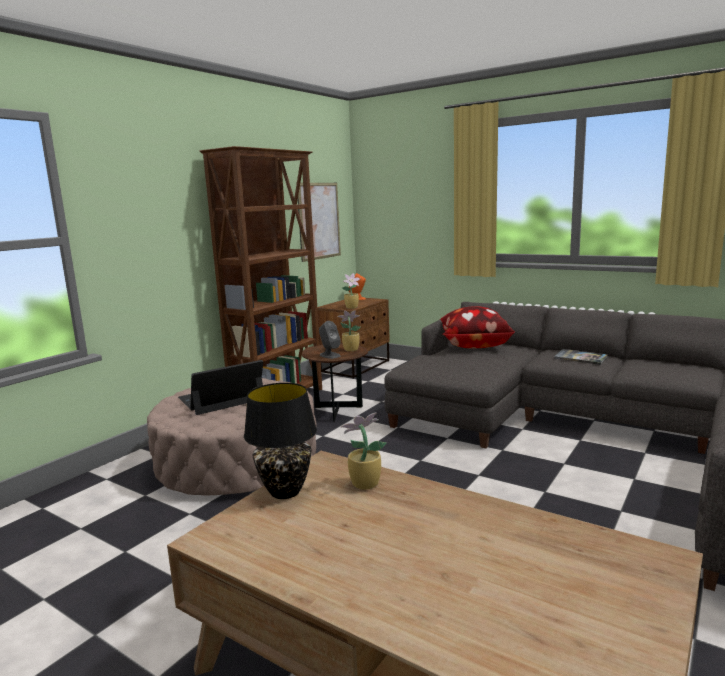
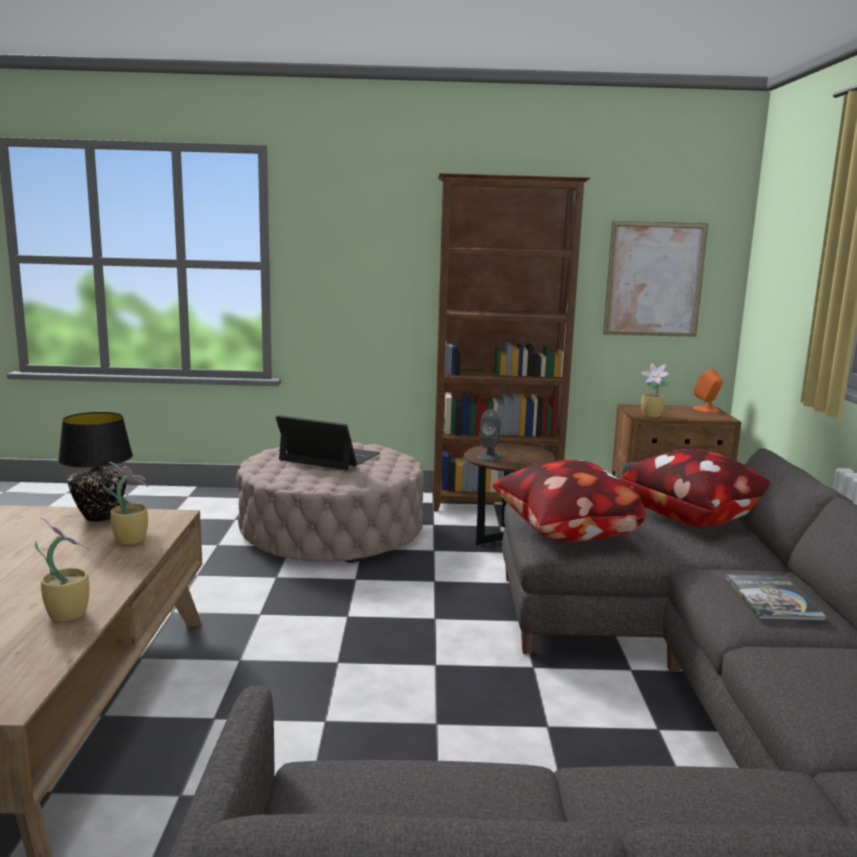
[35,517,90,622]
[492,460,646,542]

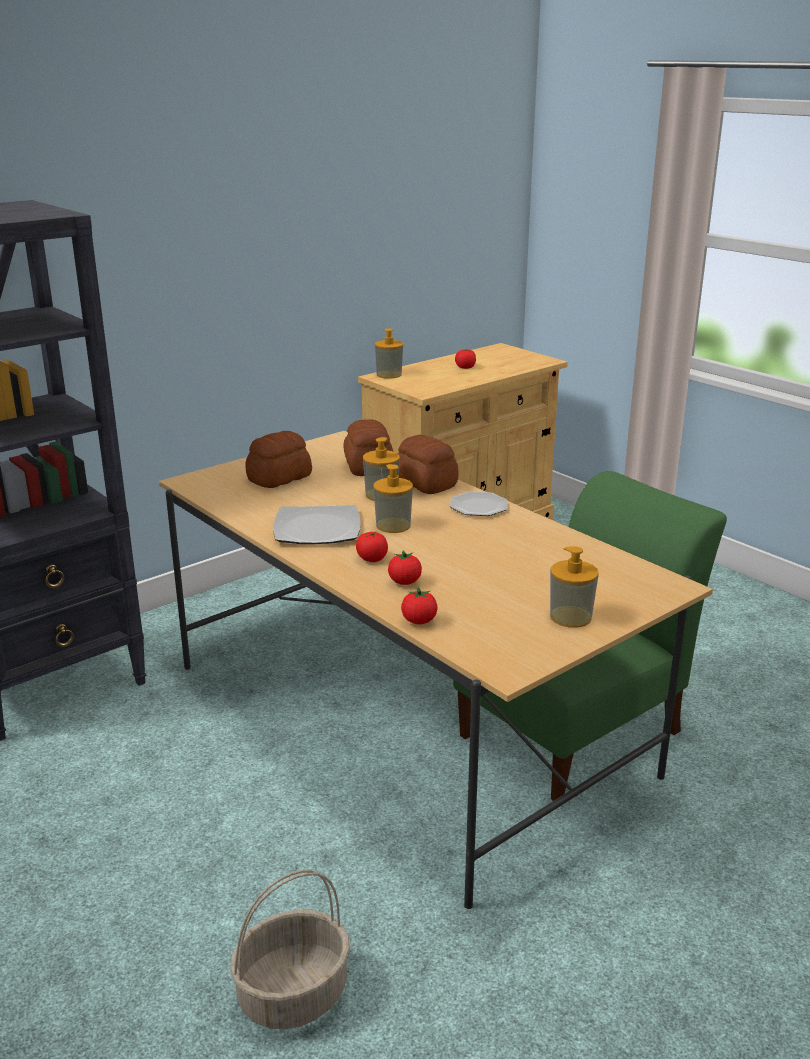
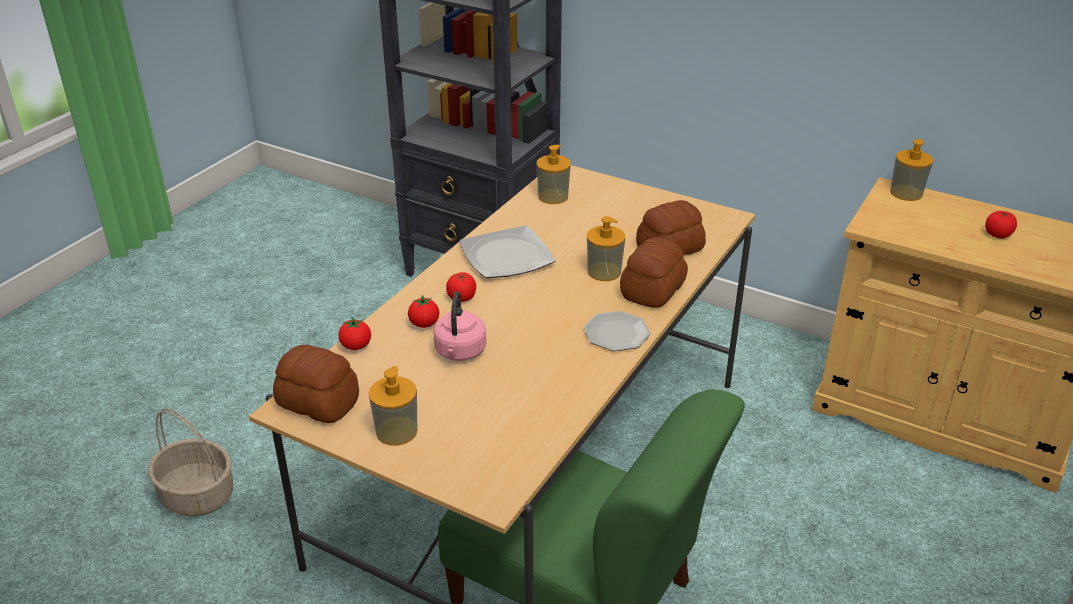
[273,345,359,423]
[536,145,571,204]
[433,291,486,361]

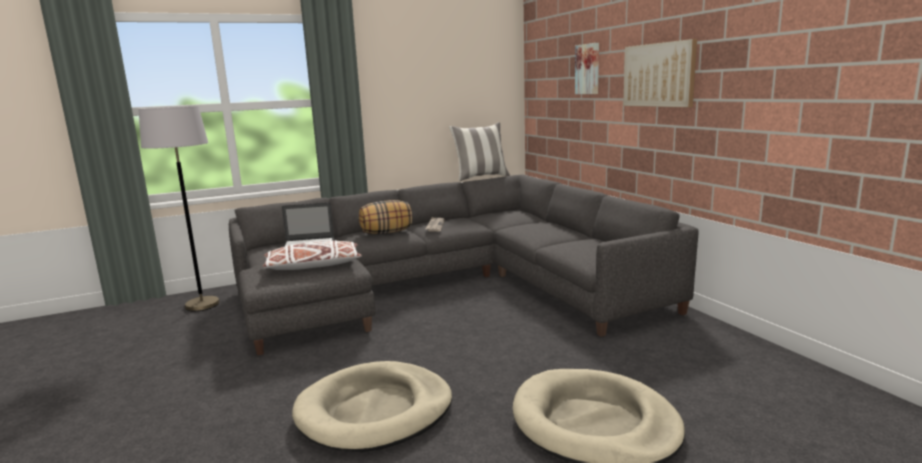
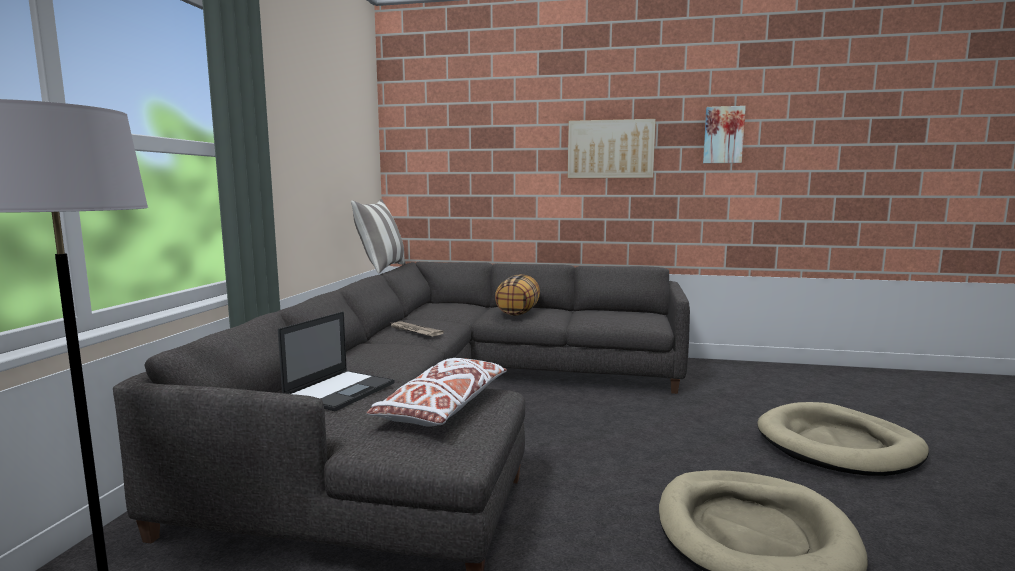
[703,106,746,163]
[495,274,540,316]

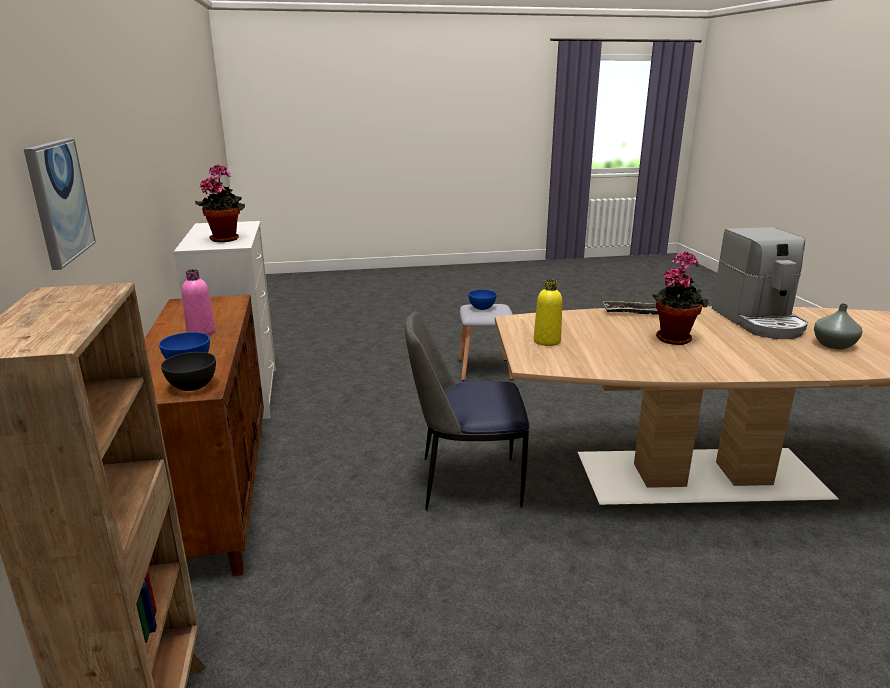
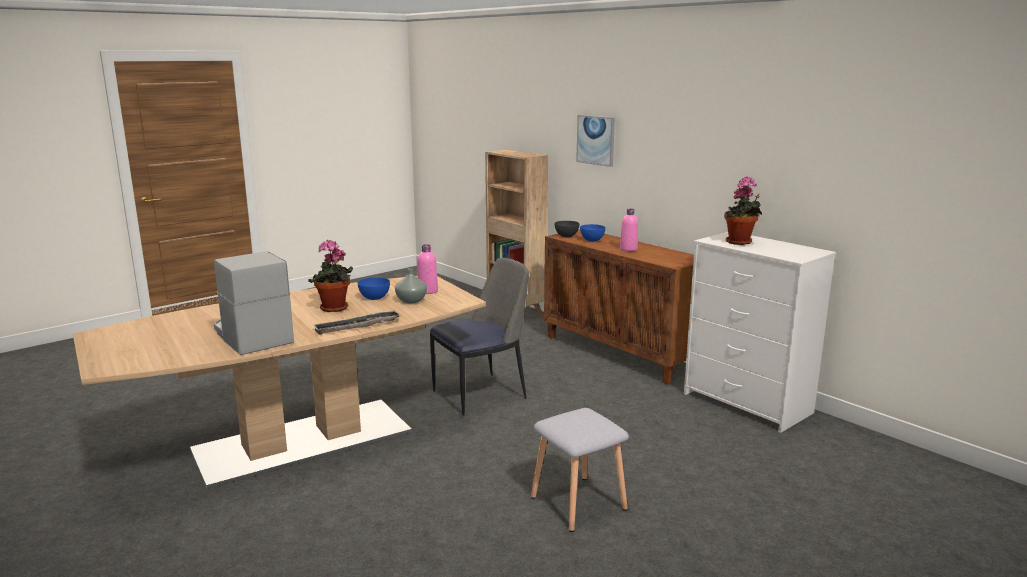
[417,244,438,294]
[358,277,390,300]
[395,268,427,303]

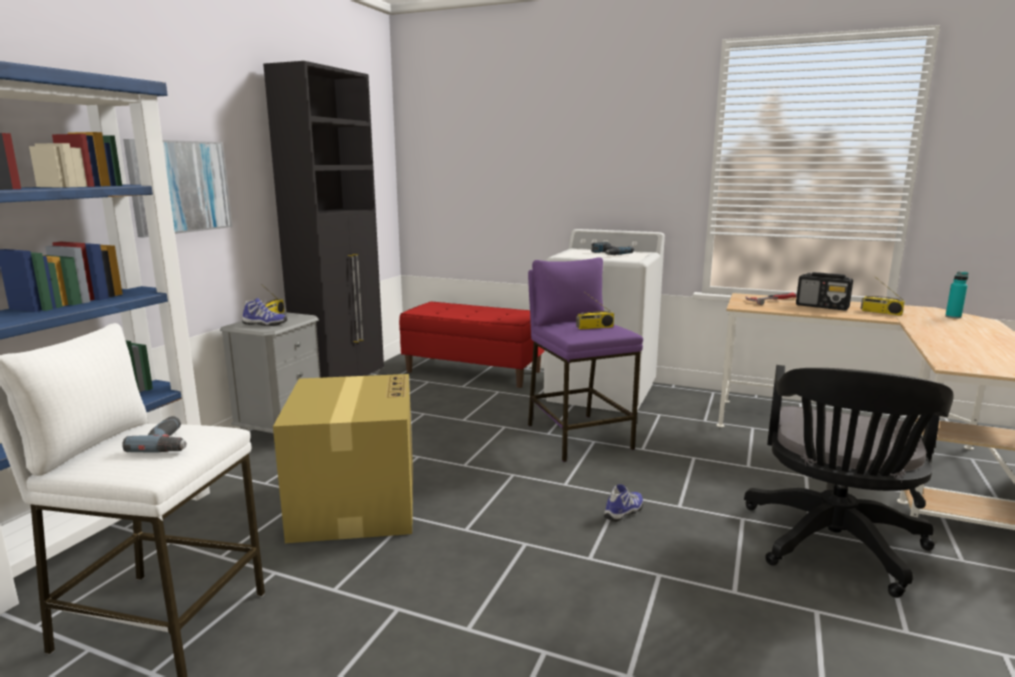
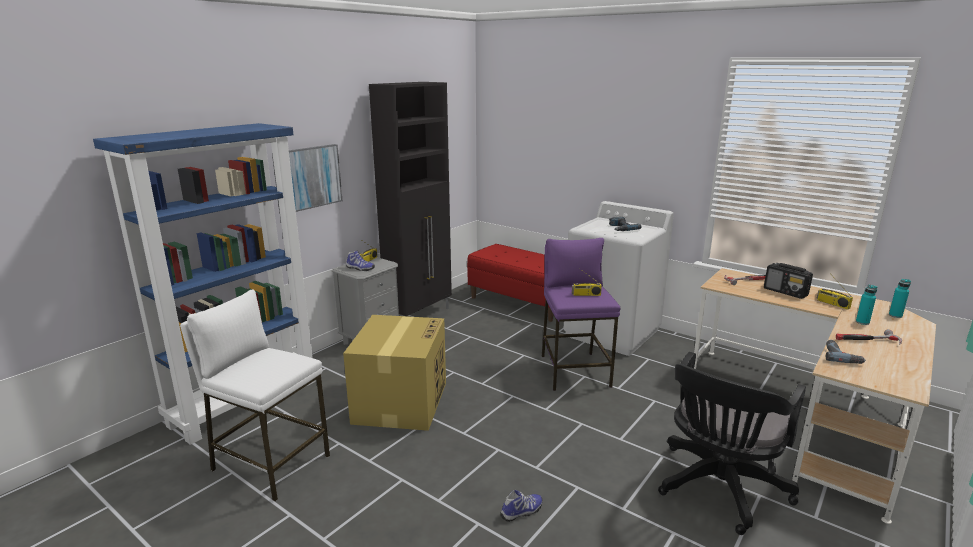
[826,340,866,364]
[500,490,543,522]
[856,285,877,325]
[836,329,902,344]

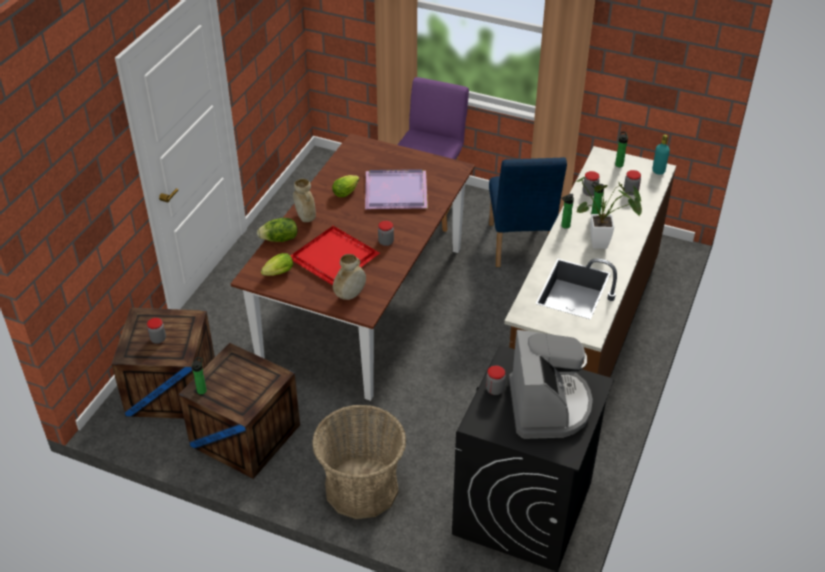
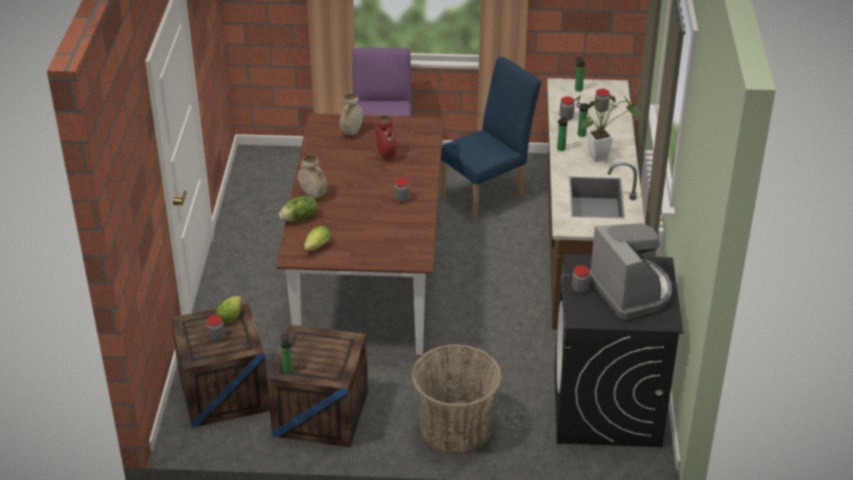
[653,134,670,175] (first image)
[440,57,542,222]
[376,116,396,158]
[217,296,242,323]
[290,226,380,285] (first image)
[339,93,363,135]

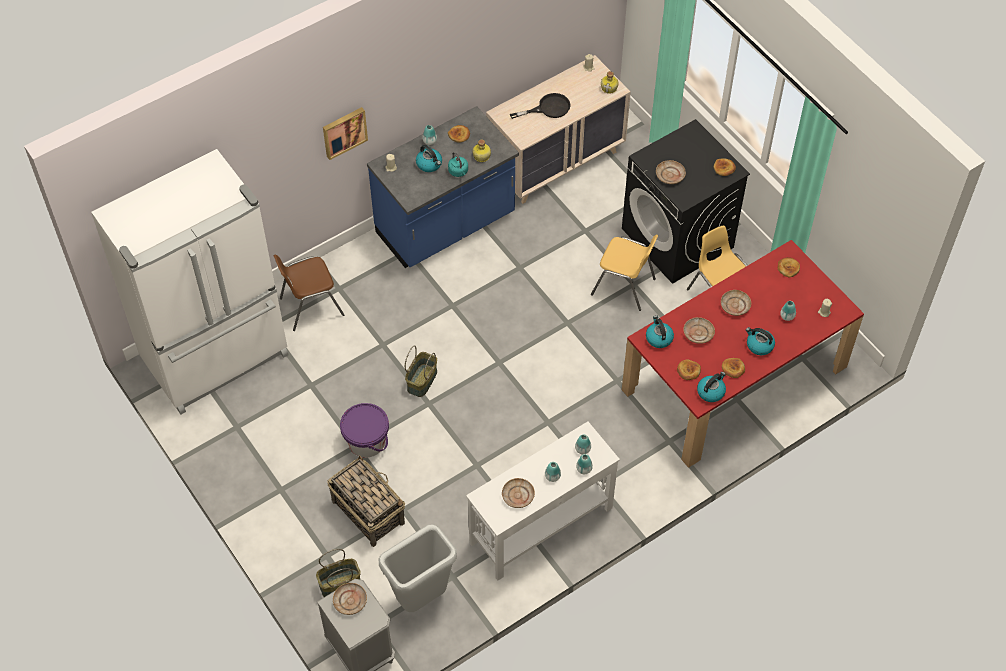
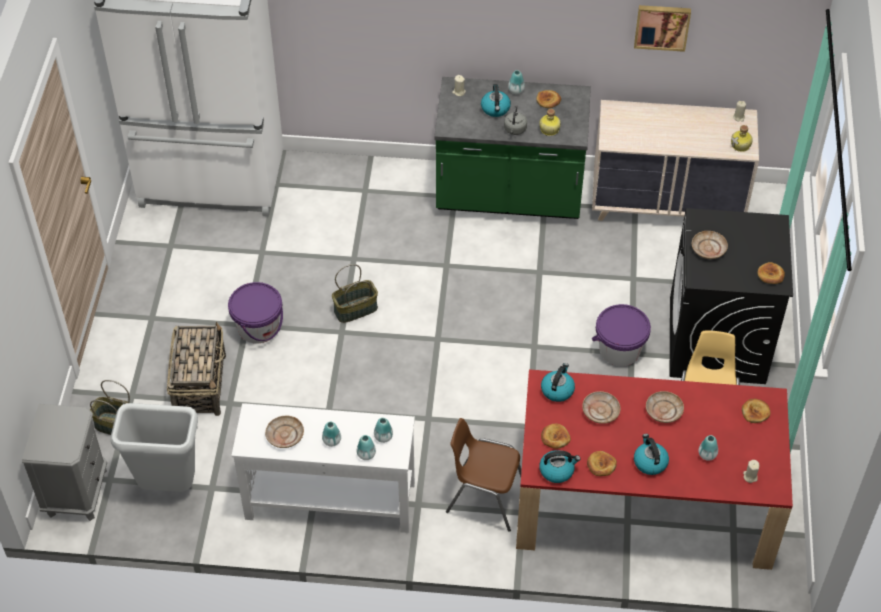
[510,93,571,119] (first image)
[434,77,591,219]
[634,5,691,52]
[504,105,527,135]
[592,304,651,366]
[446,418,522,532]
[333,583,367,615] (first image)

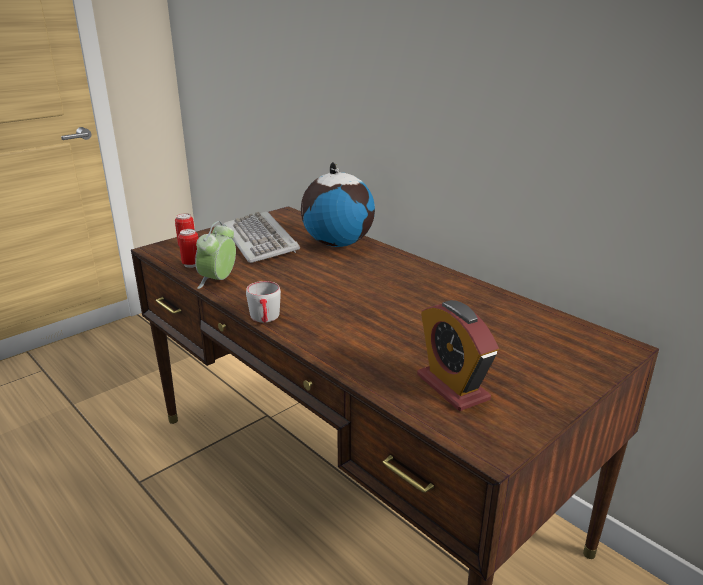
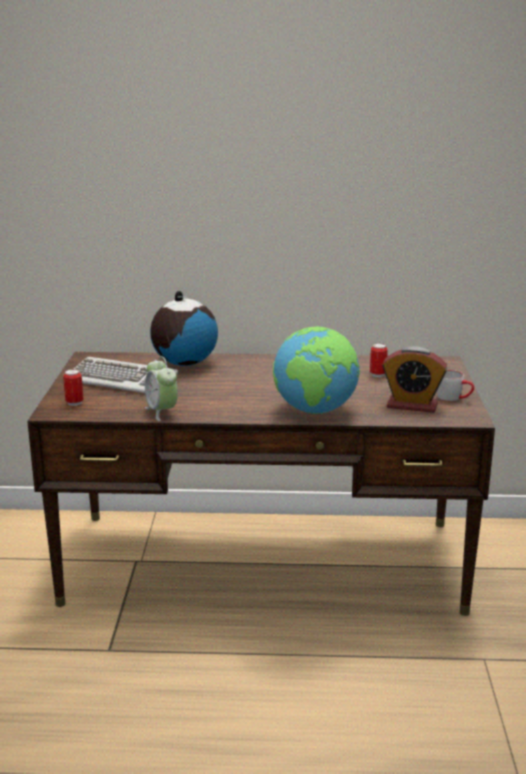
[370,343,388,377]
[437,370,474,401]
[273,327,360,414]

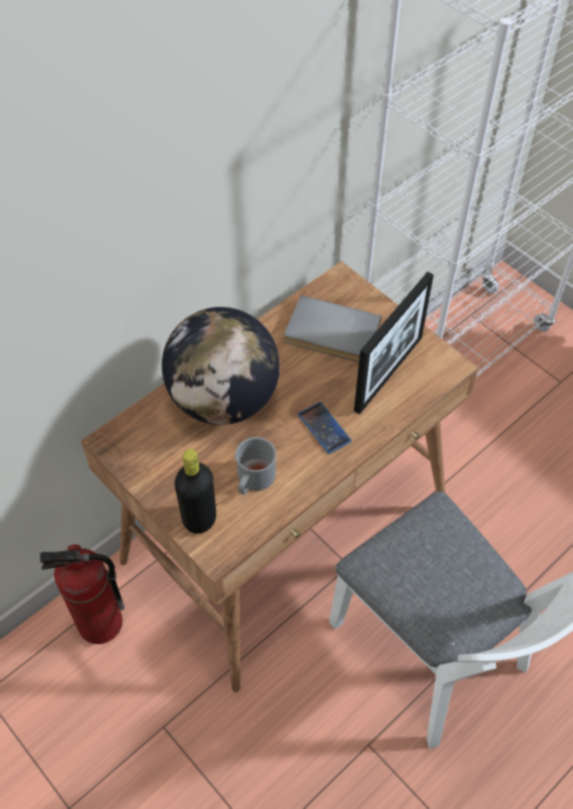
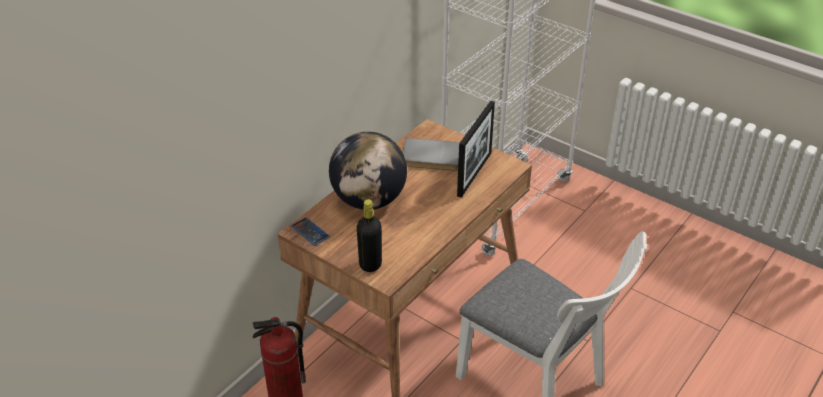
[291,217,330,246]
[235,437,276,495] (first image)

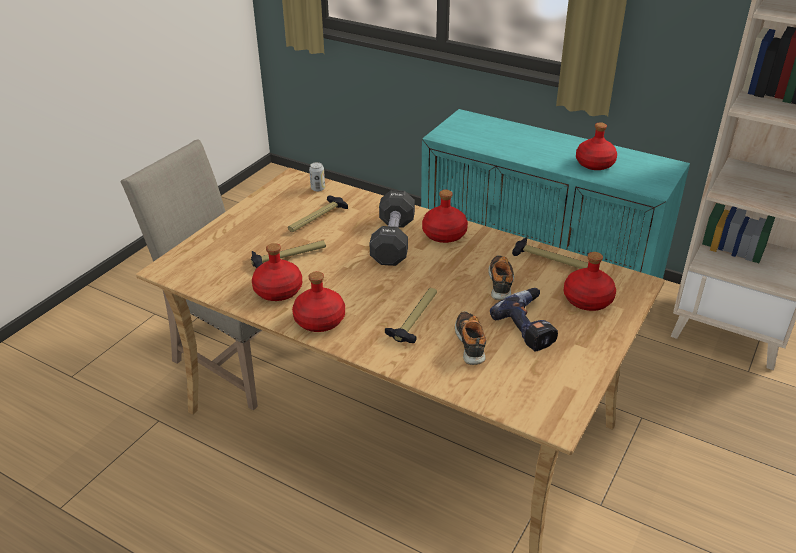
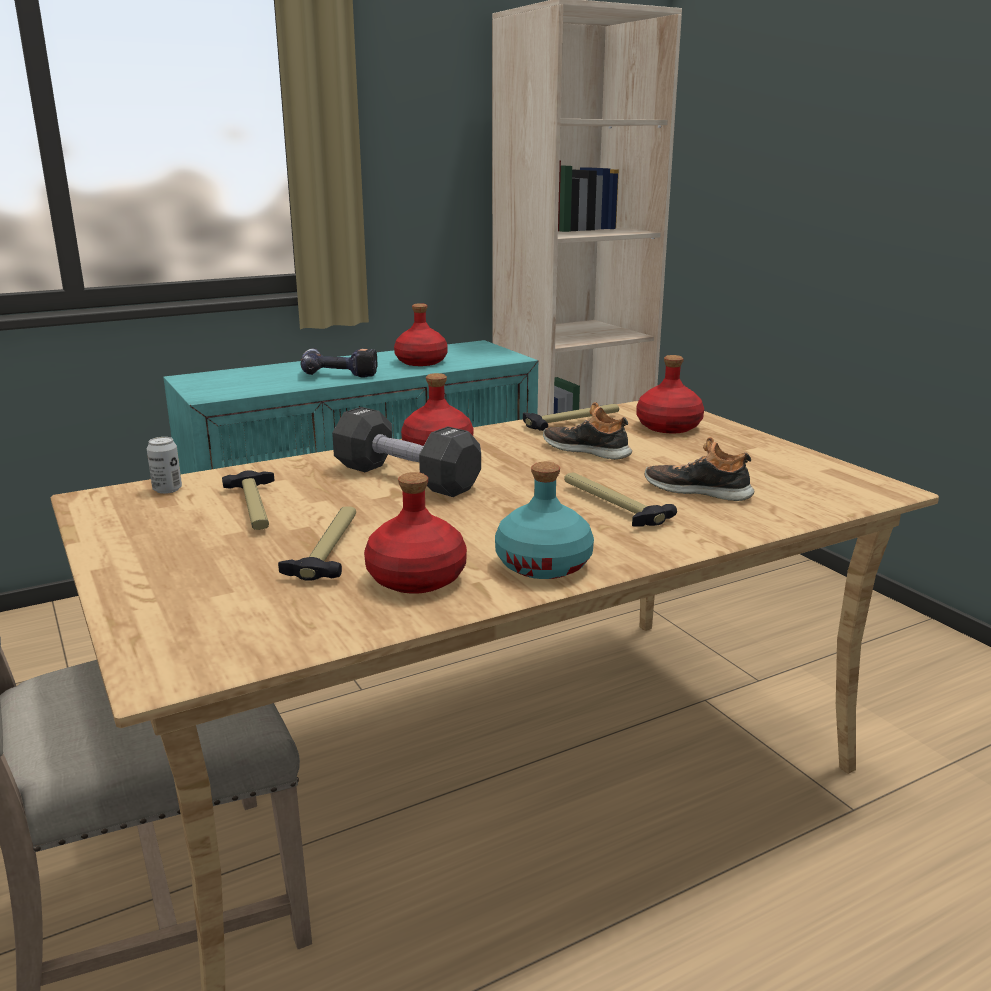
[495,462,594,579]
[301,348,377,378]

